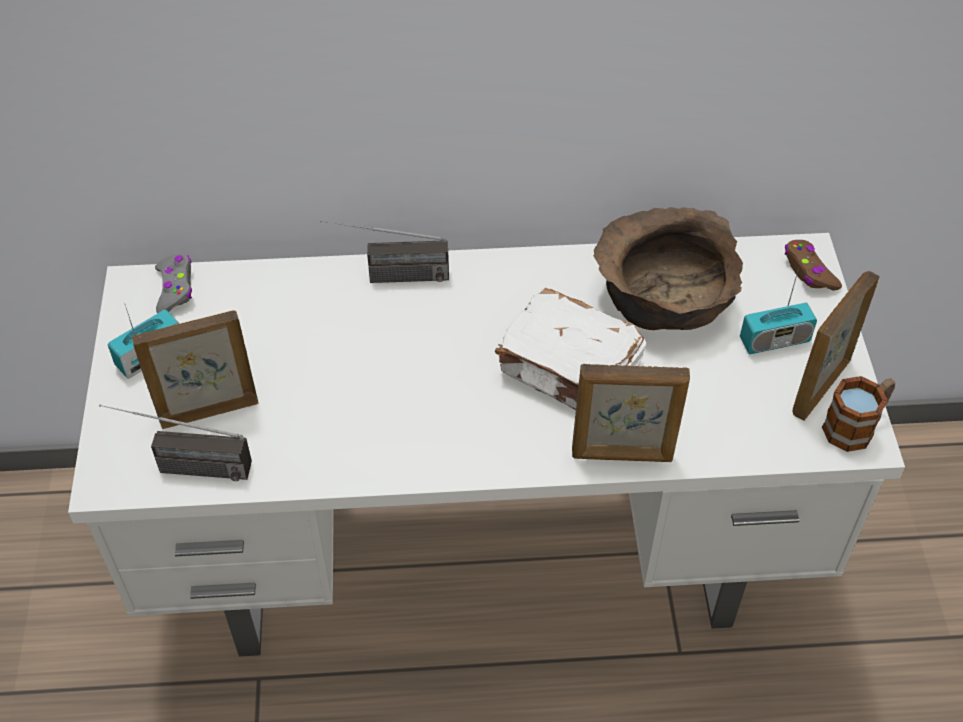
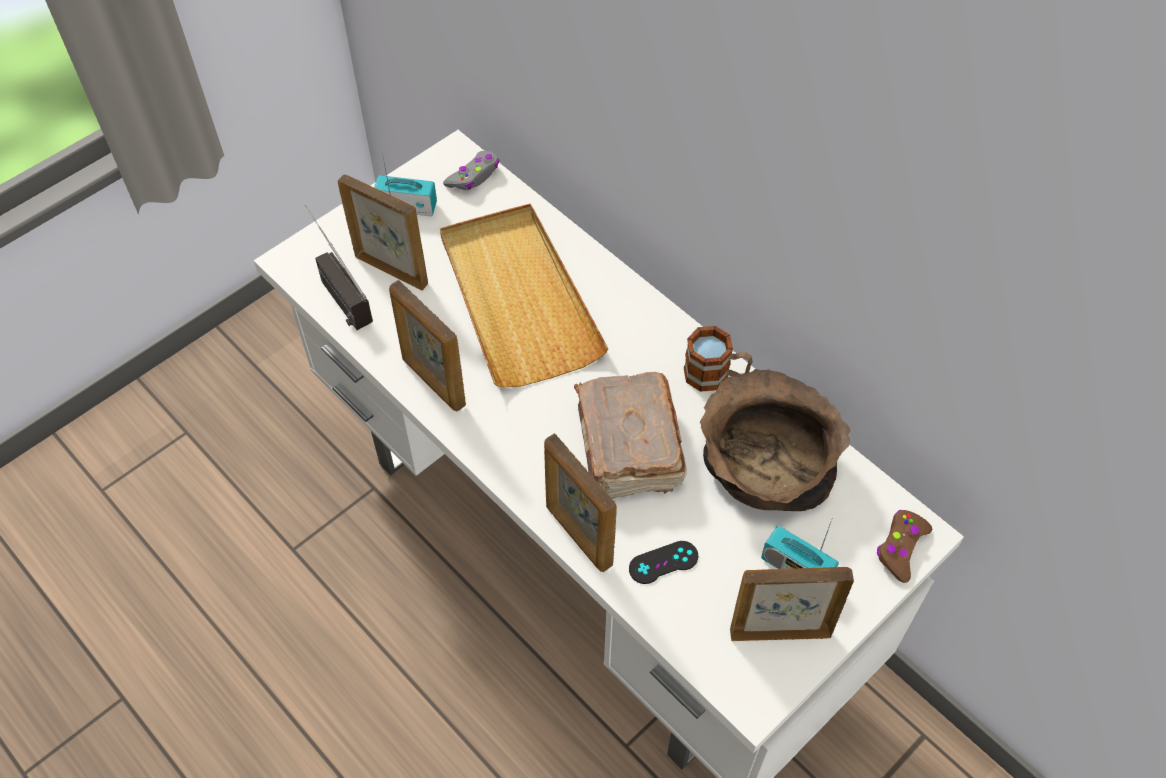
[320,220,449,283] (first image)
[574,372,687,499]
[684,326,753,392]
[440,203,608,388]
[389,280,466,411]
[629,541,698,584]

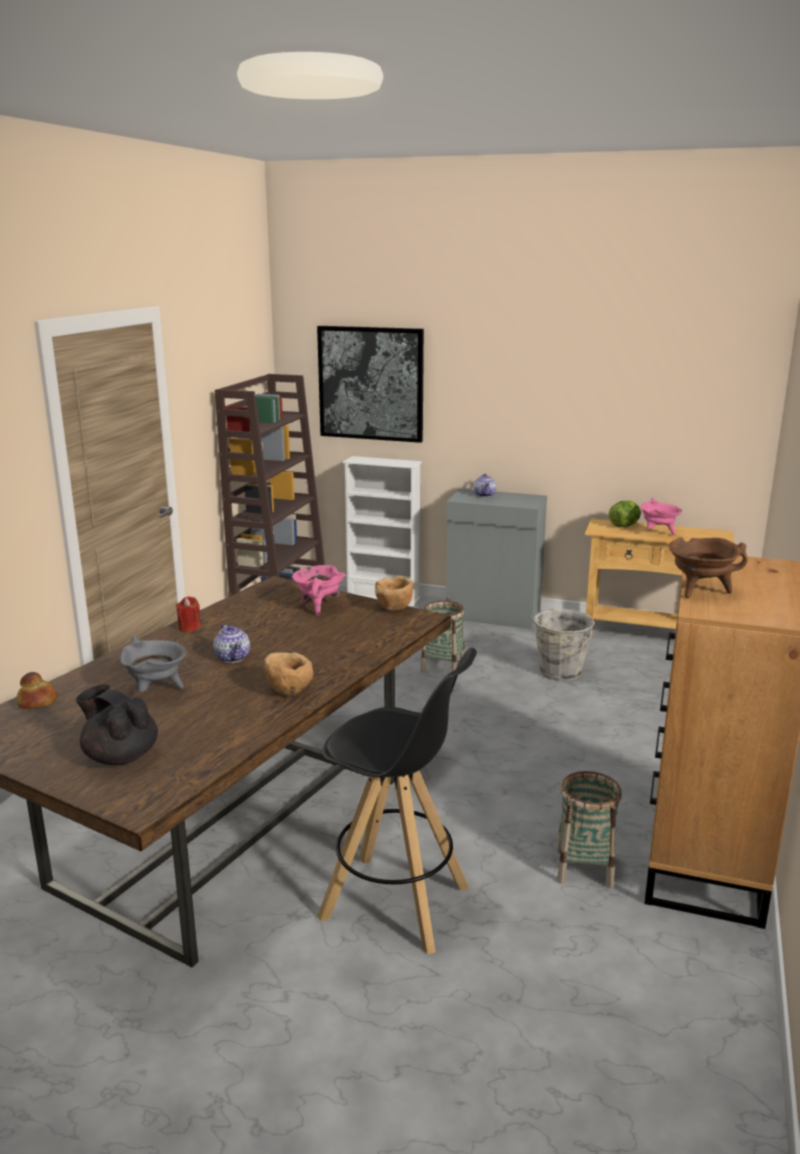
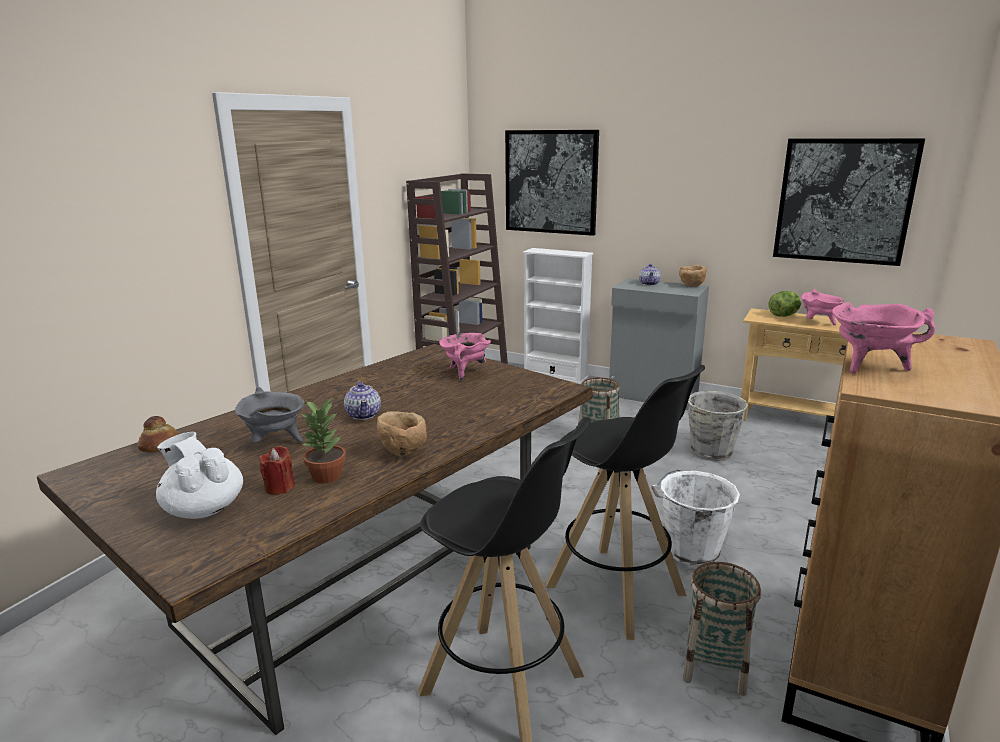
[832,302,935,374]
[679,264,707,287]
[259,446,295,495]
[156,432,243,519]
[773,138,925,266]
[546,365,705,640]
[301,399,346,484]
[651,469,740,567]

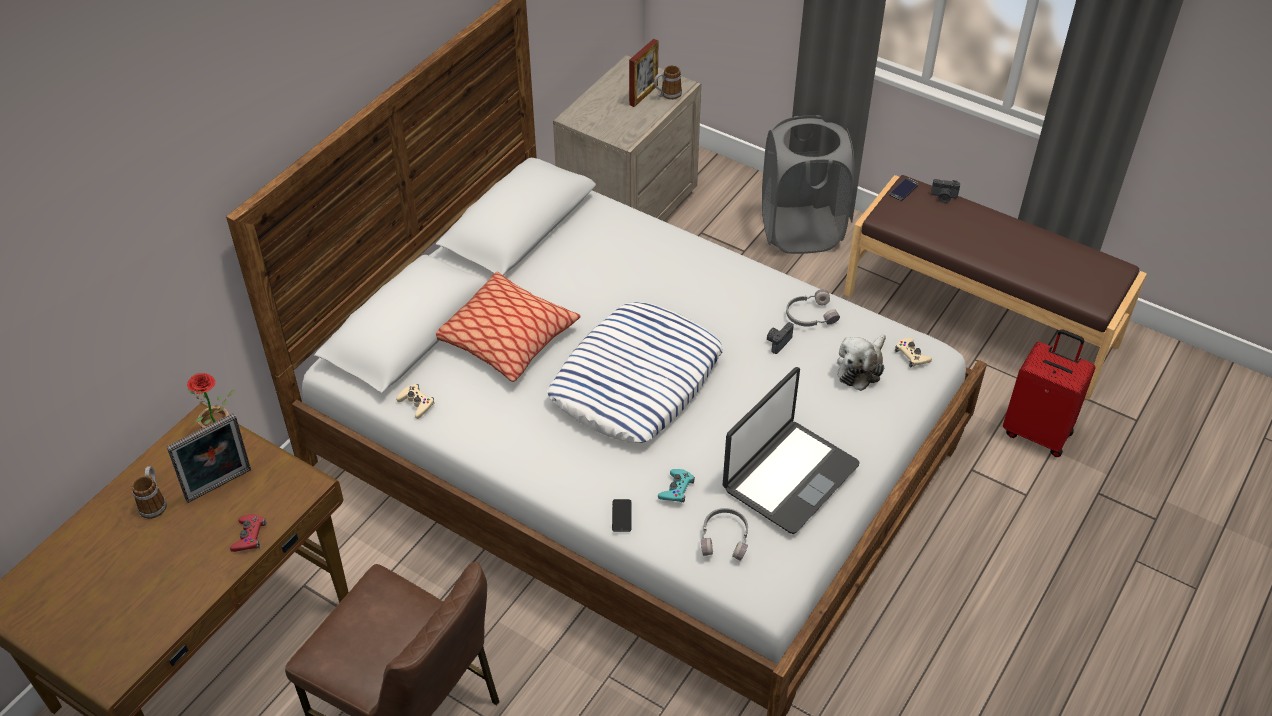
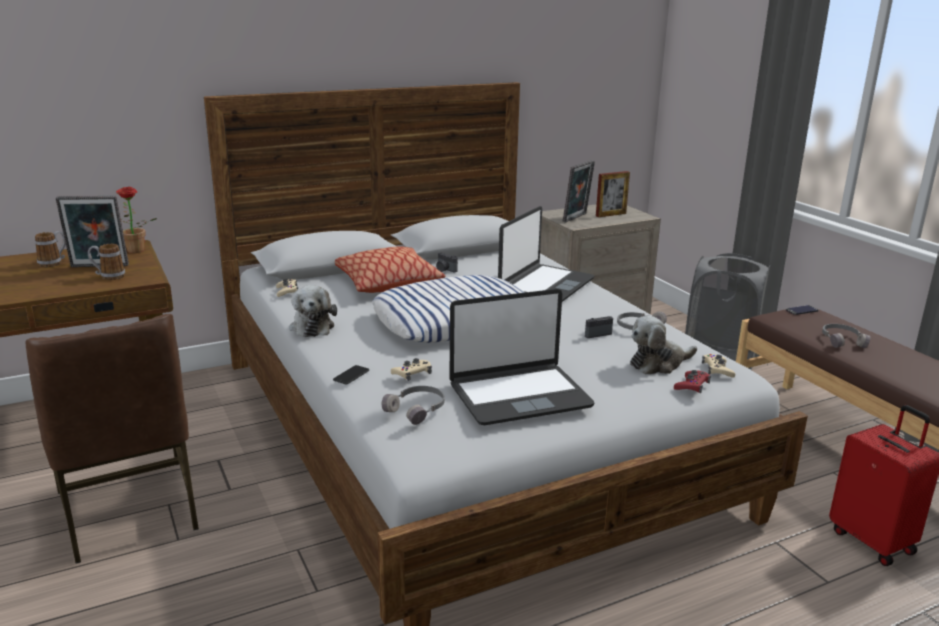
[88,244,125,280]
[436,252,458,273]
[391,358,432,381]
[674,370,711,393]
[563,160,595,222]
[498,206,594,302]
[289,285,337,337]
[822,324,870,348]

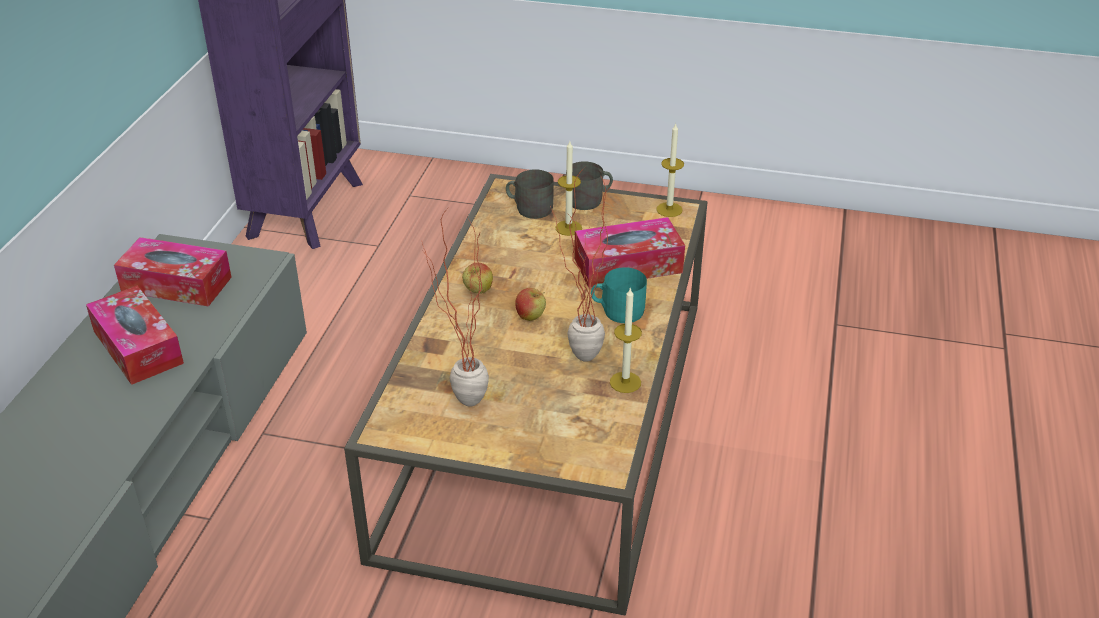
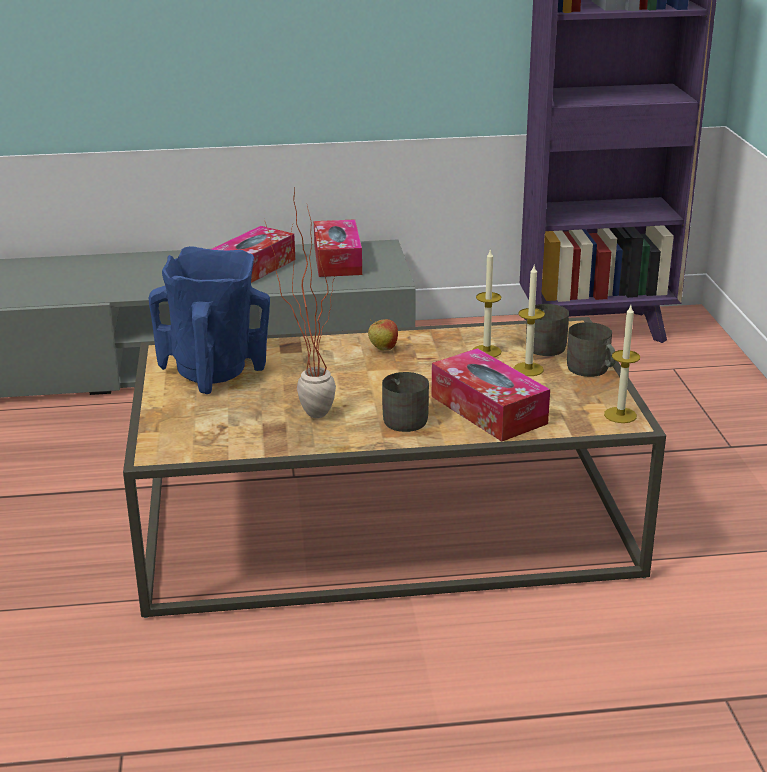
[149,246,270,394]
[382,372,429,432]
[473,249,501,357]
[515,288,546,321] (first image)

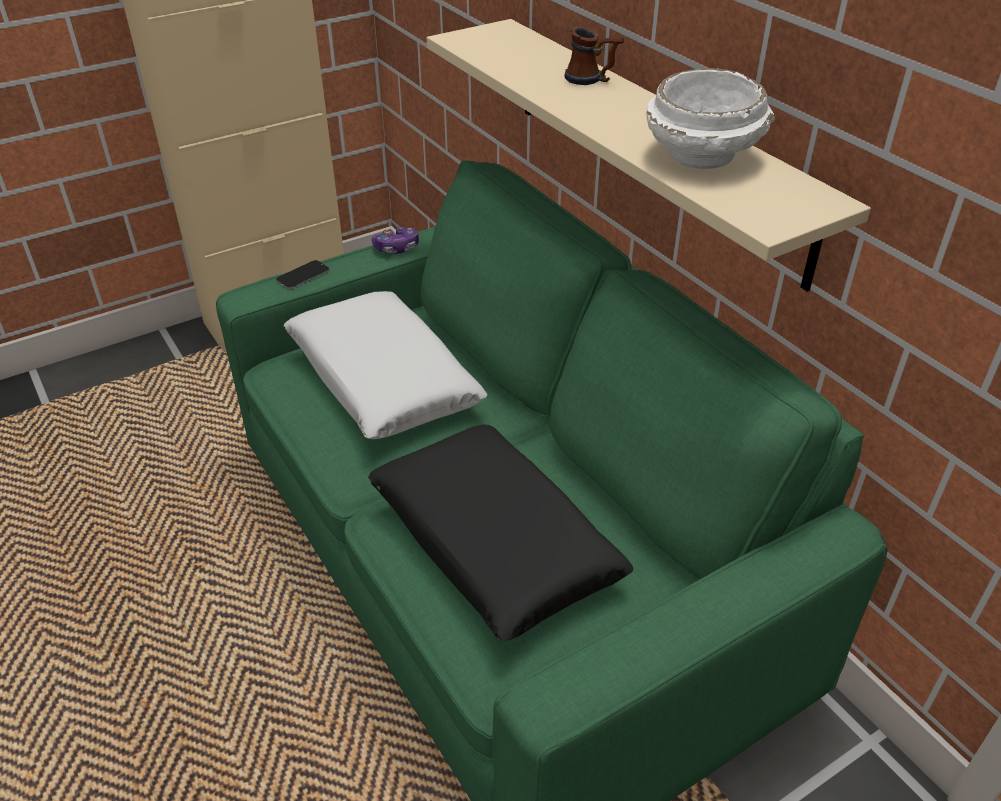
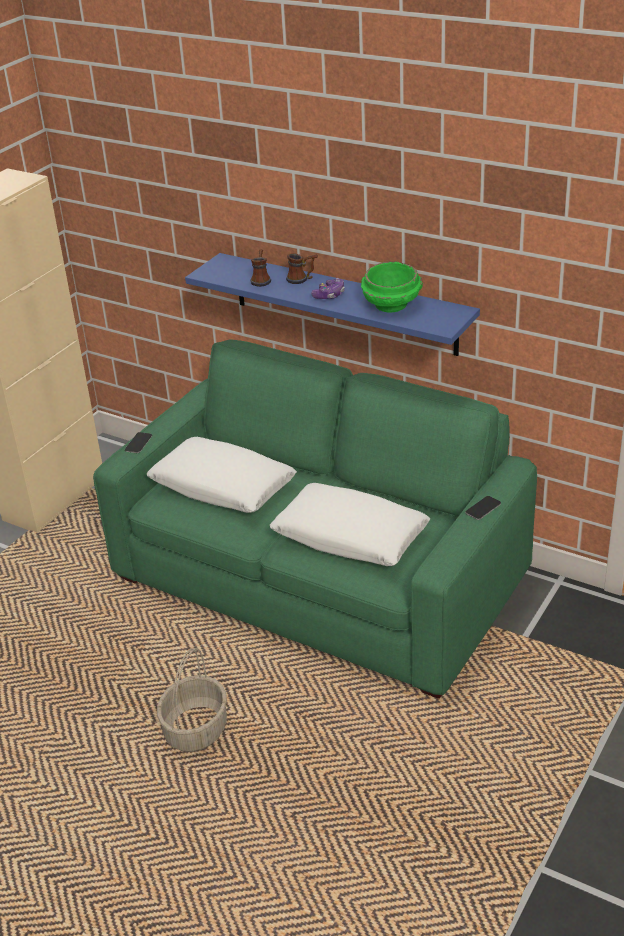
[185,253,480,356]
[361,261,423,313]
[311,278,345,299]
[270,483,430,566]
[250,249,271,287]
[465,496,501,520]
[157,648,227,752]

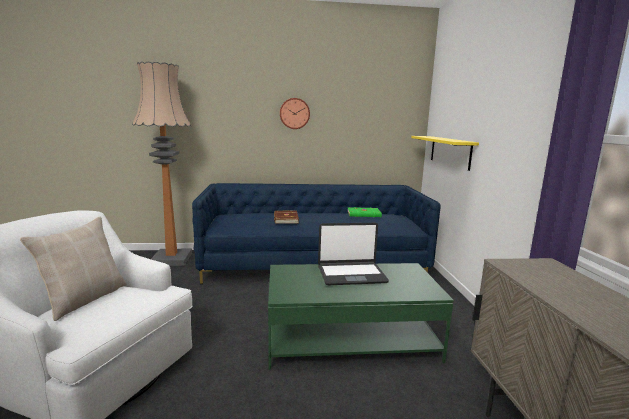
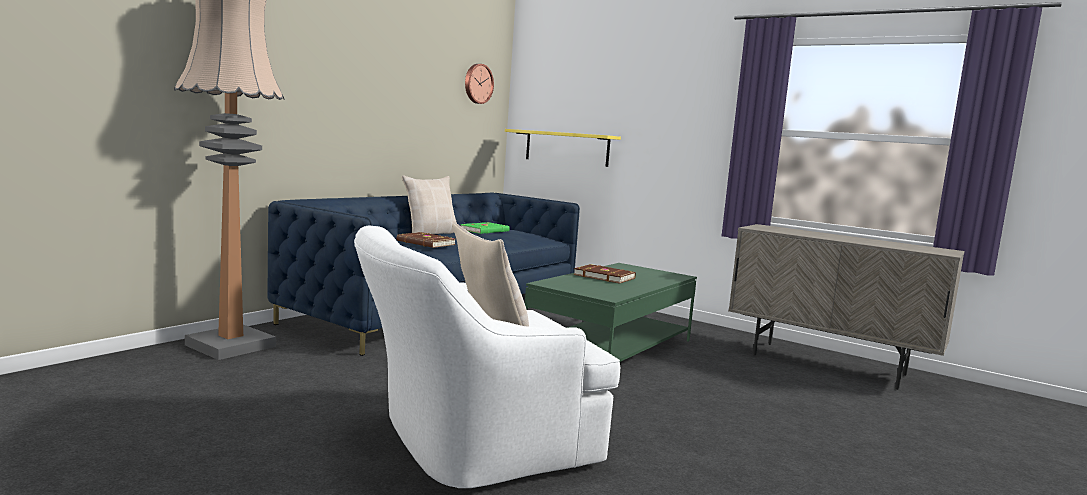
[465,64,494,104]
[573,264,636,283]
[401,175,457,234]

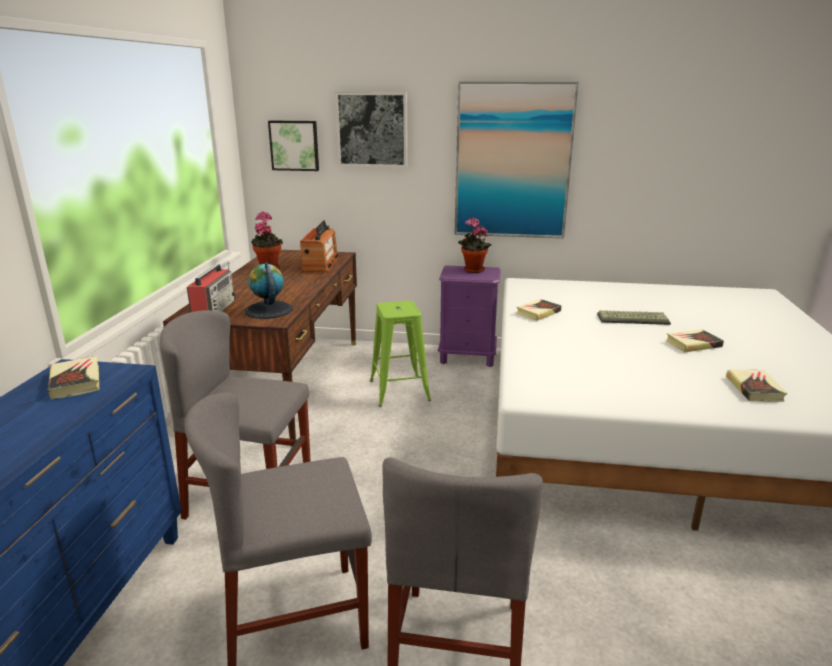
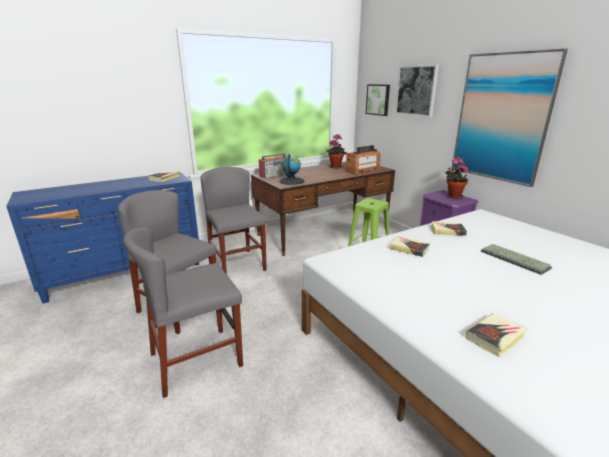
[389,236,430,257]

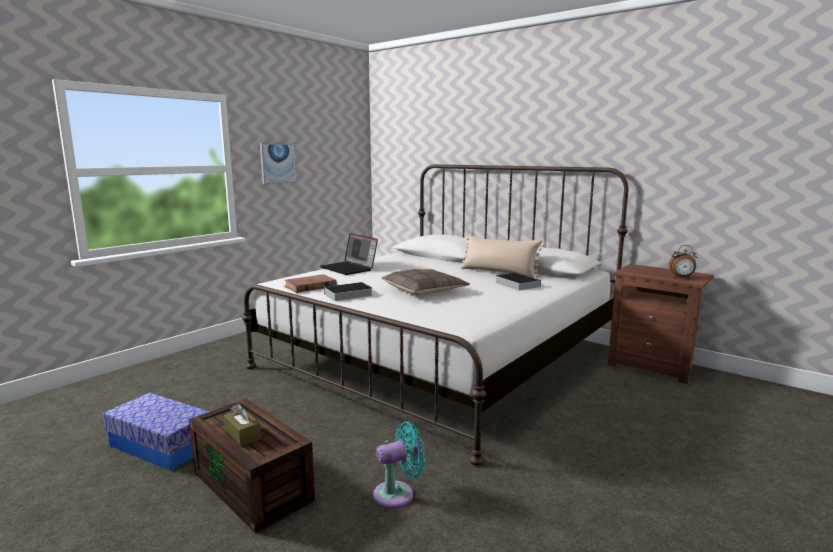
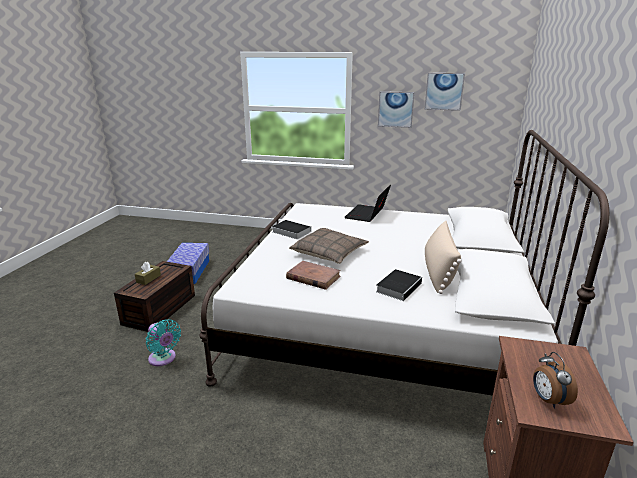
[286,261,341,290]
[424,73,465,111]

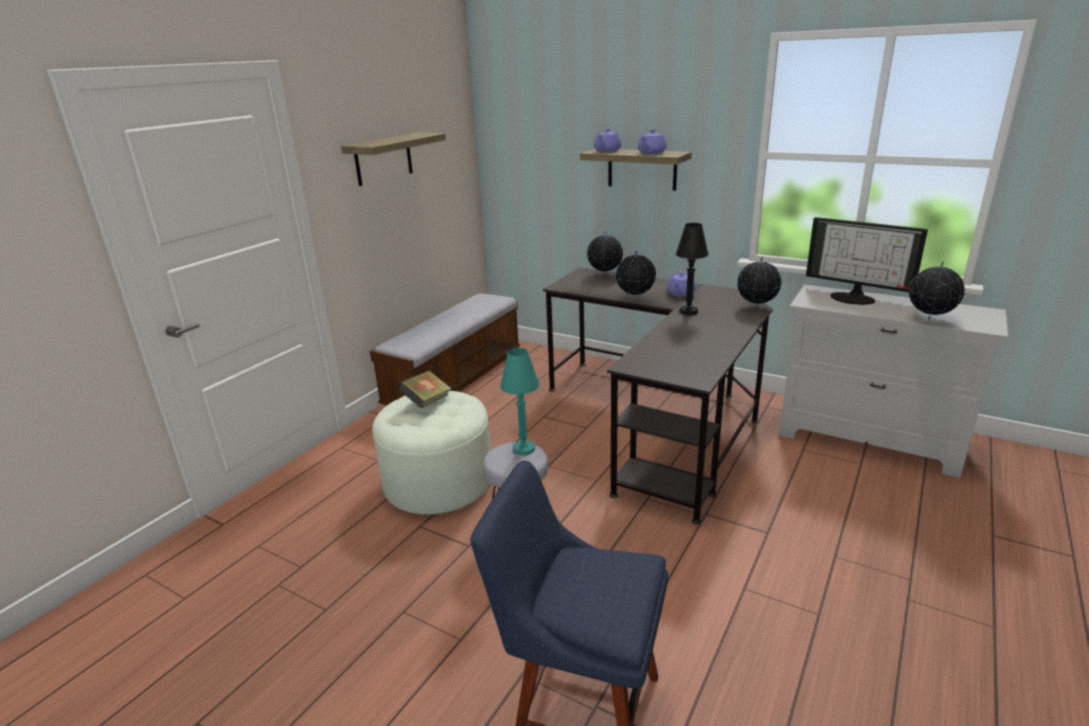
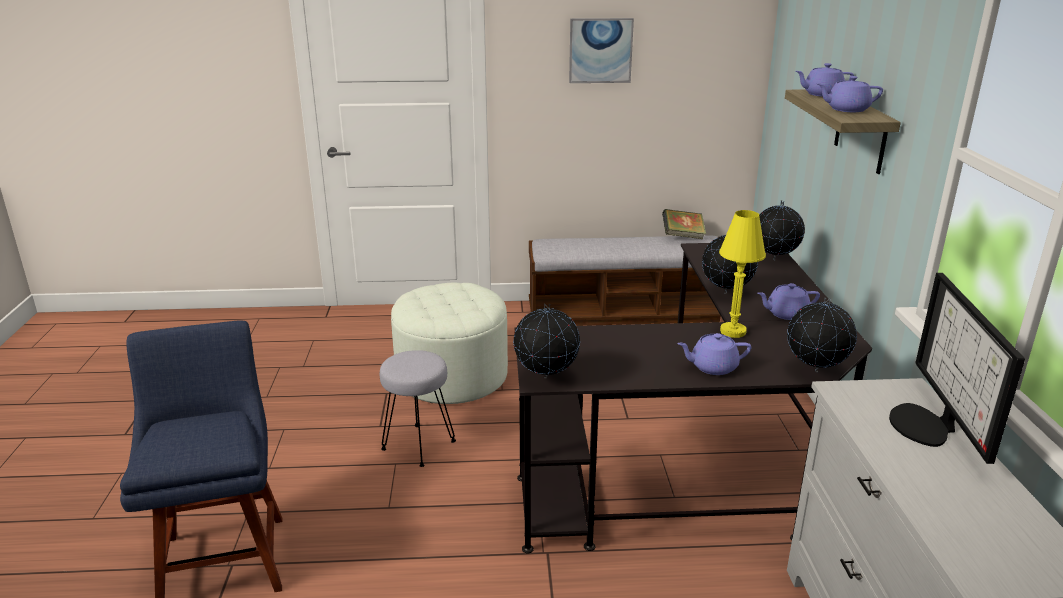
[569,18,634,83]
[719,210,766,338]
[513,304,580,378]
[500,348,540,455] (first image)
[662,209,706,239]
[677,333,751,375]

